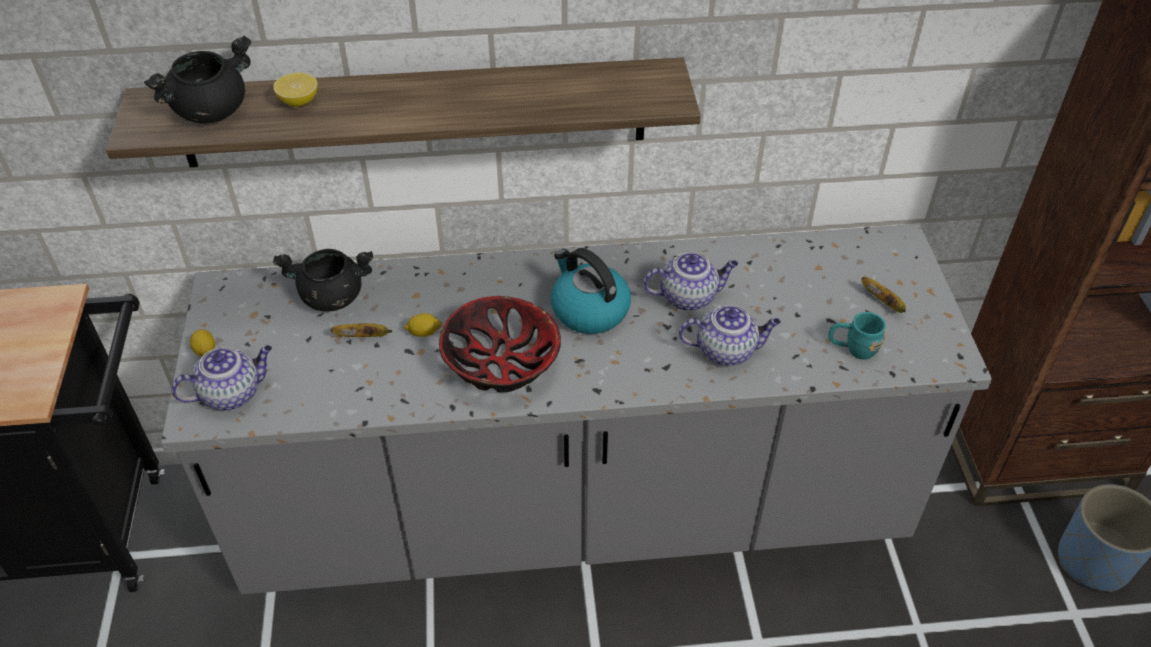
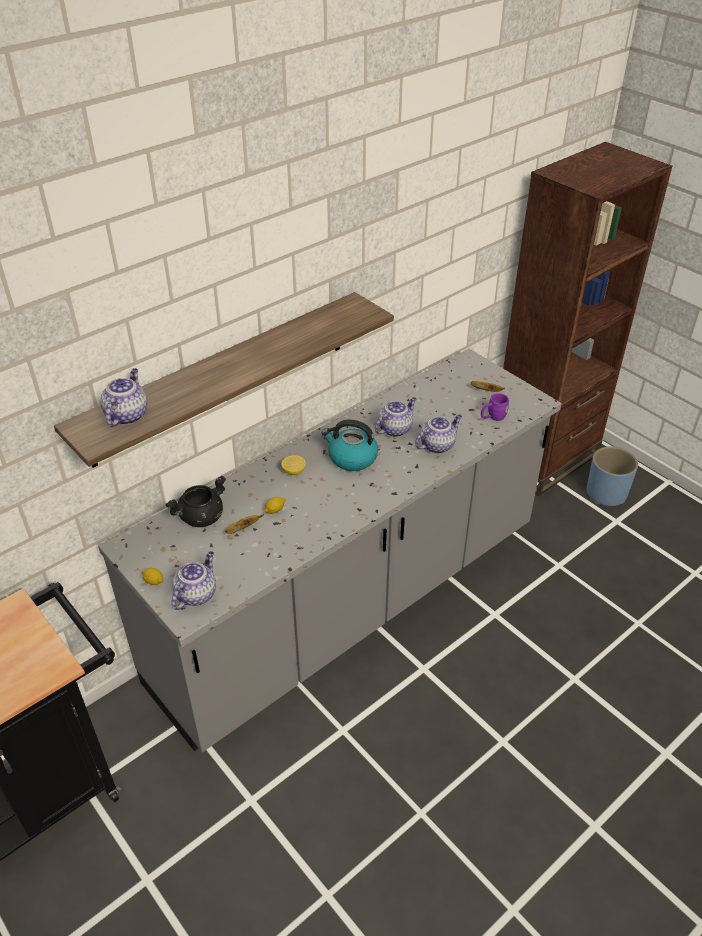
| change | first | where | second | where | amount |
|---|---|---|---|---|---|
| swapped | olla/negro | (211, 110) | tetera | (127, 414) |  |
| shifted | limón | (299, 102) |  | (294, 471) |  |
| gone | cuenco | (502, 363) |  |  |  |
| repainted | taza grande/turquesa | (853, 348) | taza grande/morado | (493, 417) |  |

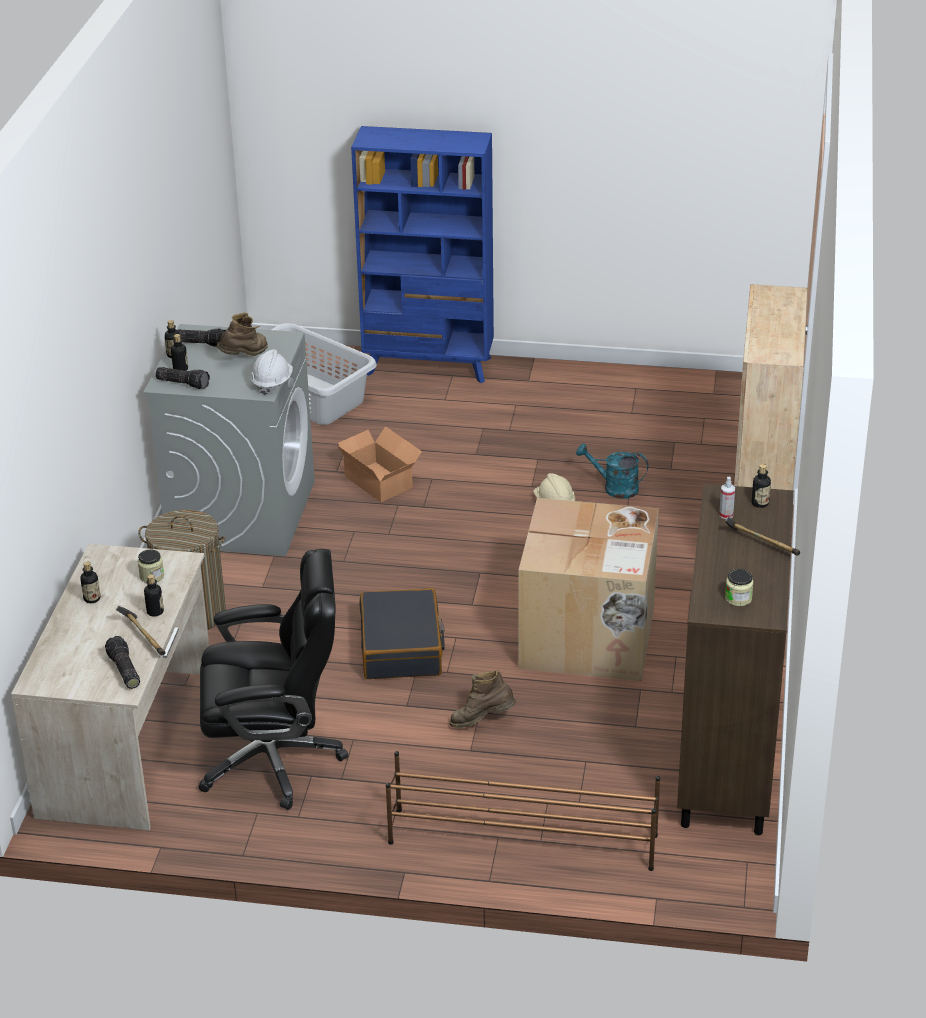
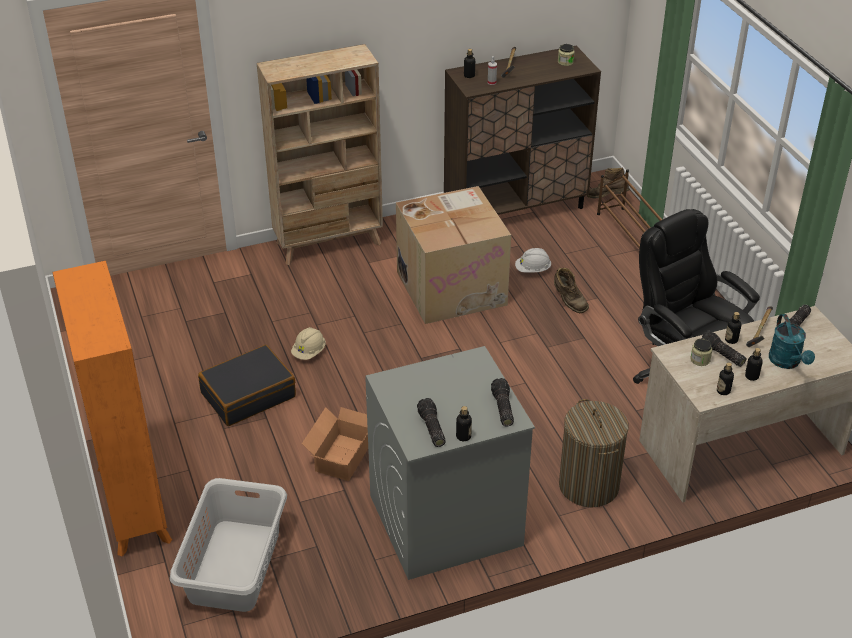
| change | first | where | second | where | amount |
|---|---|---|---|---|---|
| repainted | estantería/azul | (429, 366) | estantería/naranja | (134, 503) |  |
| shifted | bota/marrón | (245, 357) |  | (607, 198) |  |
| shifted | botella | (180, 369) |  | (723, 391) |  |
| shifted | casco/blanco | (272, 383) |  | (532, 270) |  |
| shifted | regadera/turquesa | (614, 488) |  | (787, 362) |  |
| shifted | maleta/negro | (402, 647) |  | (248, 394) |  |
| new |  |  | linterna | (721, 354) |  |

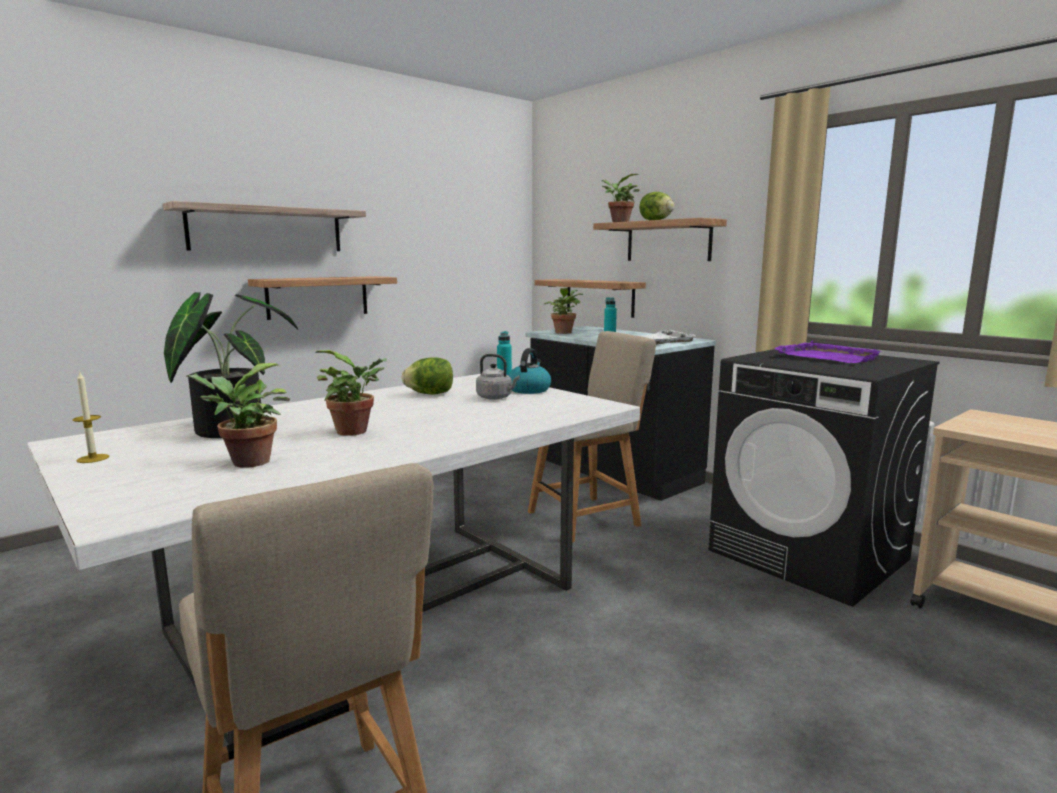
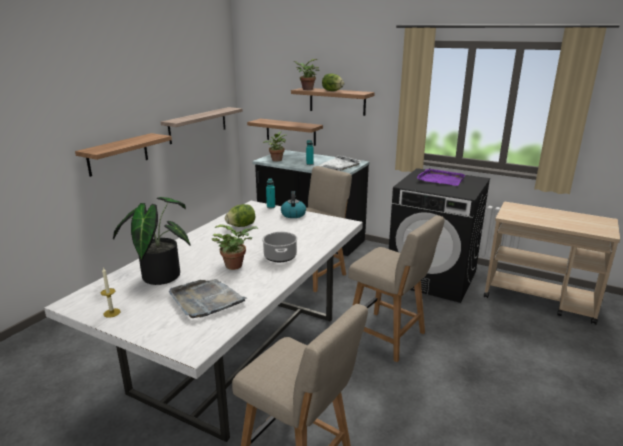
| change | first | where | second | where | amount |
|---|---|---|---|---|---|
| shifted | estante | (267, 229) |  | (198, 125) |  |
| gone | hervidor/gris | (496, 398) |  |  |  |
| swapped | planta en maceta | (245, 463) | bandeja/gris | (206, 300) |  |
| new |  |  | silla/beis | (389, 337) |  |
| new |  |  | olla | (280, 257) |  |

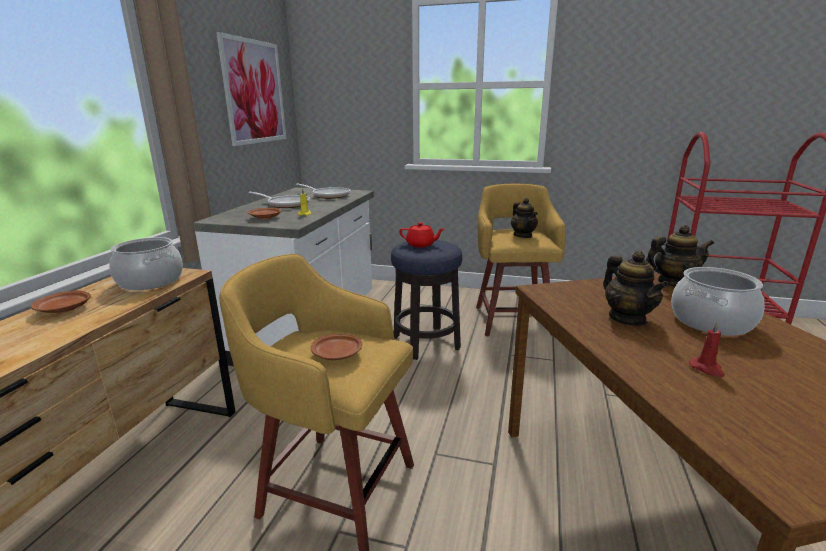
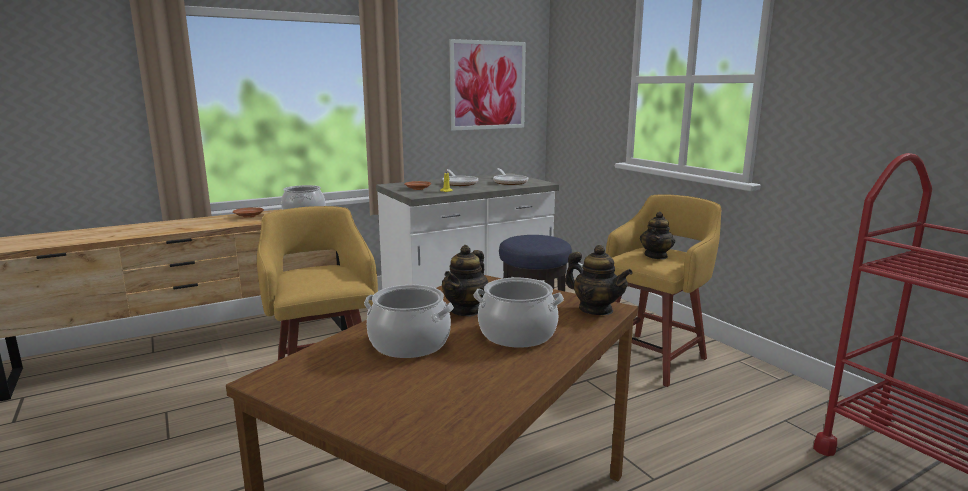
| change | first | where | second | where | amount |
|---|---|---|---|---|---|
| gone | tetera/rojo | (421, 245) |  |  |  |
| swapped | vela/rojo | (707, 369) | olla | (409, 344) |  |
| gone | plato/marrón | (338, 355) |  |  |  |

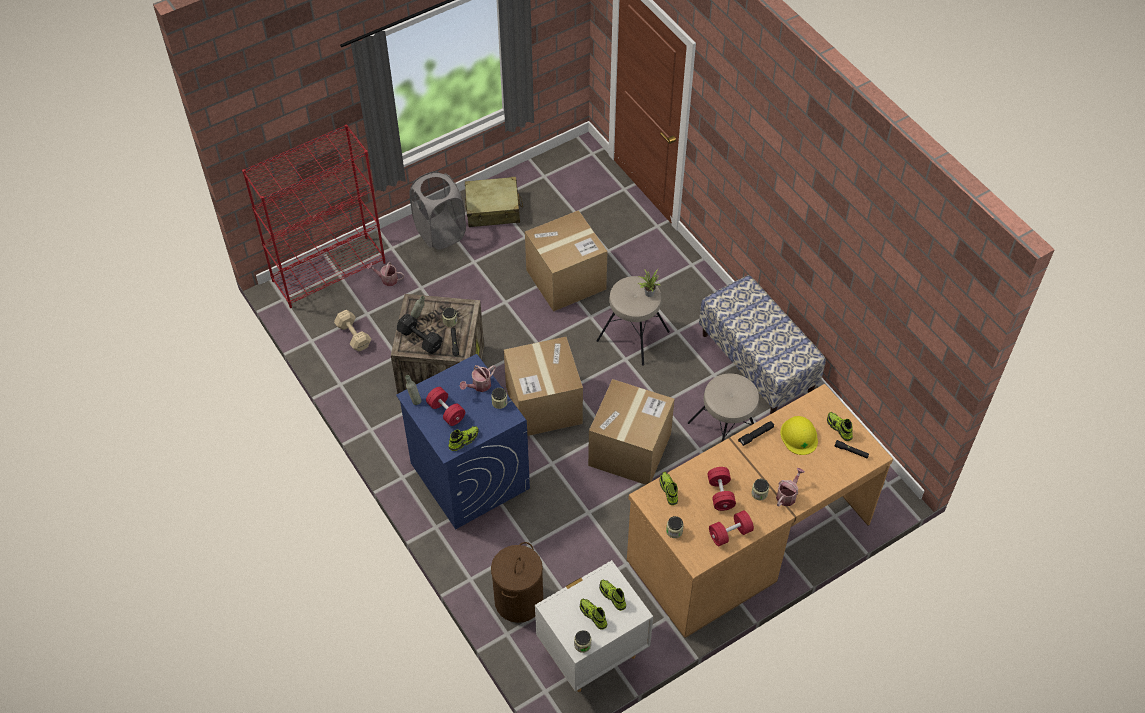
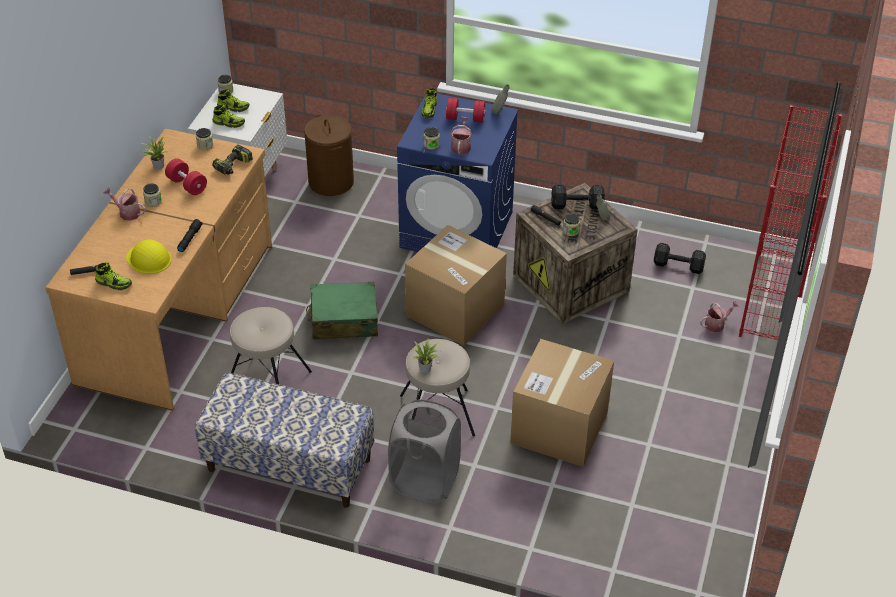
| change | first | where | second | where | amount |
|---|---|---|---|---|---|
| shifted | cesto de la ropa/gris | (440, 232) |  | (424, 480) |  |
| gone | maleta/beis | (493, 209) |  |  |  |
| repainted | mancuerna/beis | (353, 335) | mancuerna/negro | (679, 266) |  |
| swapped | caja de cartón | (629, 450) | maleta/verde | (343, 320) |  |
| rotated | regadera | (787, 495) |  | (127, 212) | 120 degrees clockwise |
| swapped | zapato | (668, 490) | taladro | (233, 166) |  |
| swapped | mancuerna/rojo | (730, 533) | planta en maceta | (157, 165) |  |

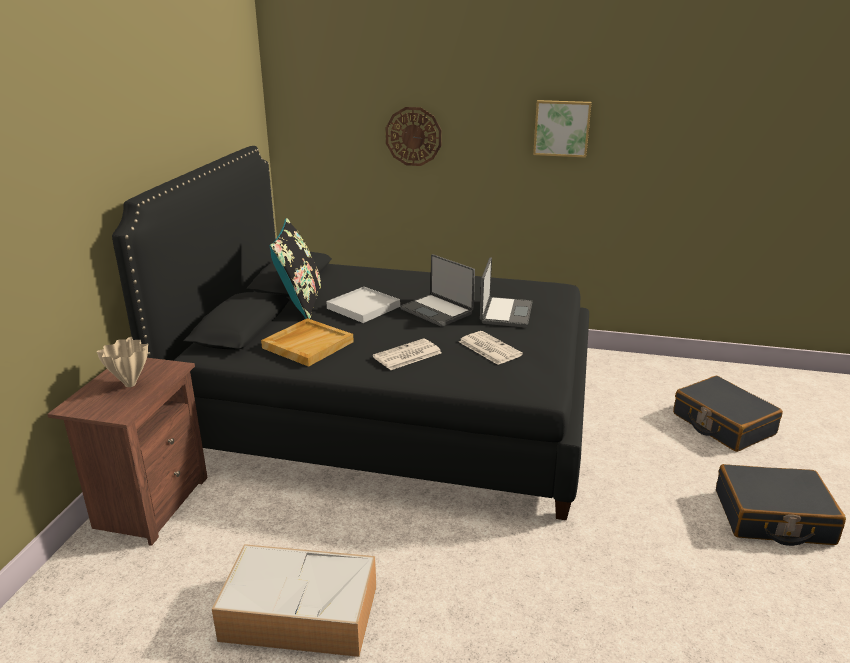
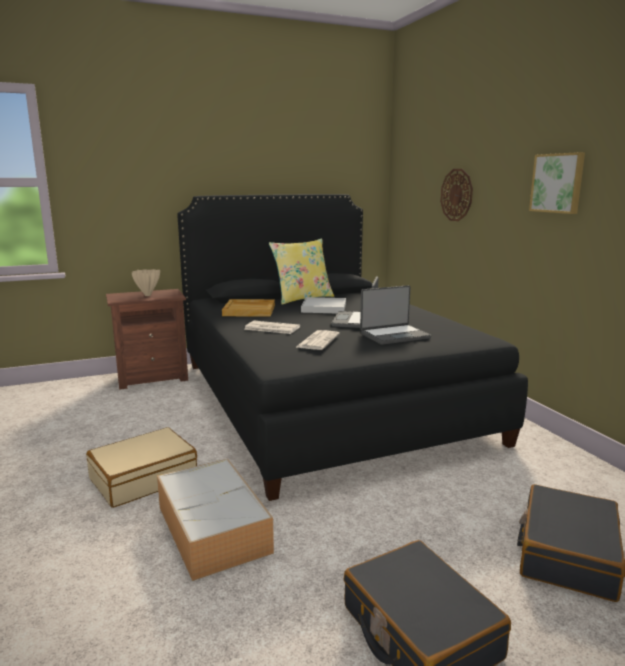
| change | first | where | second | where | amount |
|---|---|---|---|---|---|
| repainted | cojín/negro | (300, 304) | cojín/amarillo | (302, 298) |  |
| shifted | caja de almacenaje | (302, 613) |  | (214, 530) |  |
| new |  |  | maleta/beis | (143, 478) |  |

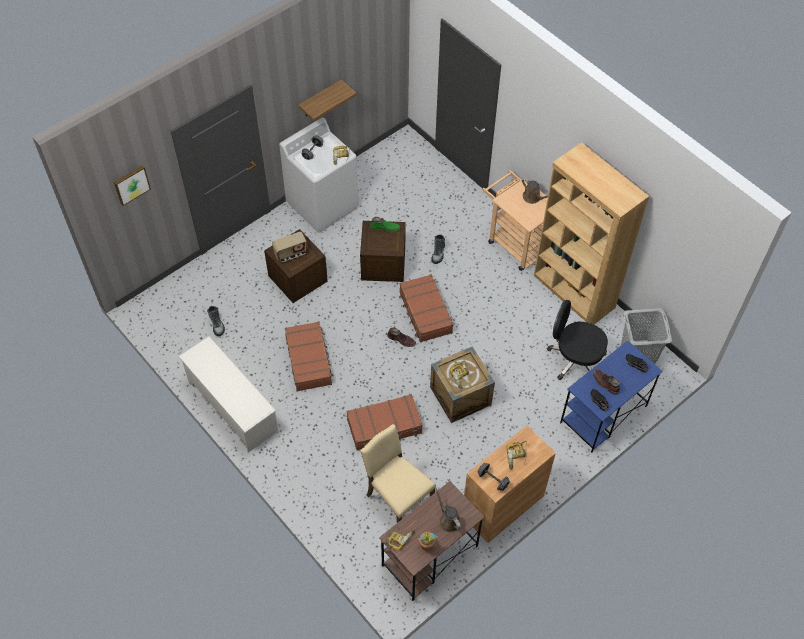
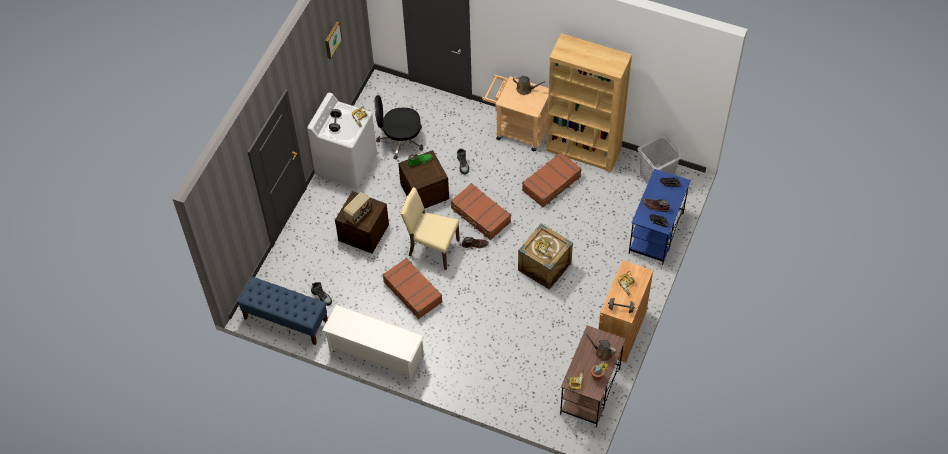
| change | first | where | second | where | amount |
|---|---|---|---|---|---|
| gone | estante | (320, 99) |  |  |  |
| shifted | cuadro | (131, 184) |  | (332, 39) |  |
| shifted | silla de oficina/negro | (574, 359) |  | (400, 140) |  |
| shifted | maleta/marrón | (384, 427) |  | (552, 183) |  |
| shifted | silla/beis | (397, 499) |  | (432, 248) |  |
| new |  |  | banco/azul | (285, 320) |  |

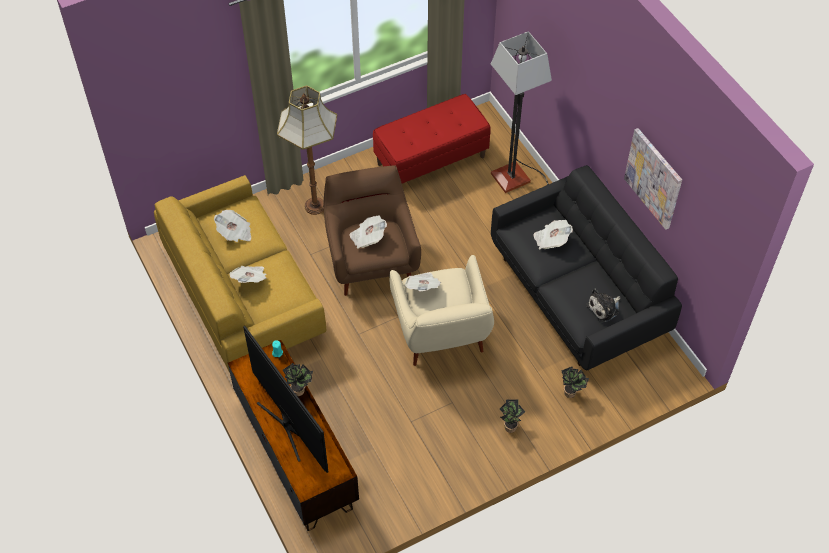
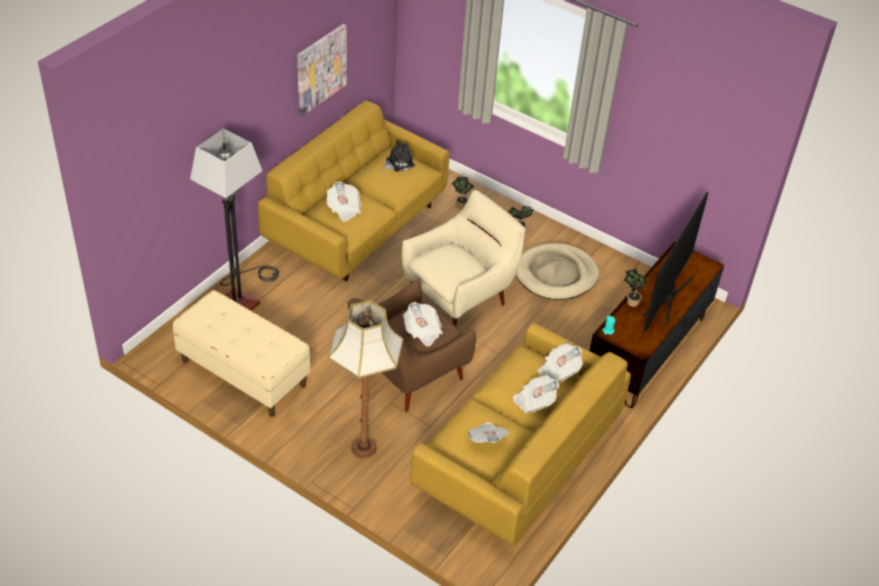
| change | first | where | second | where | amount |
|---|---|---|---|---|---|
| repainted | banco/rojo | (431, 160) | banco/beis | (243, 373) |  |
| repainted | sofá/negro | (577, 294) | sofá/amarillo | (356, 225) |  |
| shifted | periódico | (423, 287) |  | (558, 371) |  |
| rotated | peluche | (604, 308) |  | (398, 163) | 60 degrees counterclockwise |
| new |  |  | cama para perro/beis | (556, 275) |  |

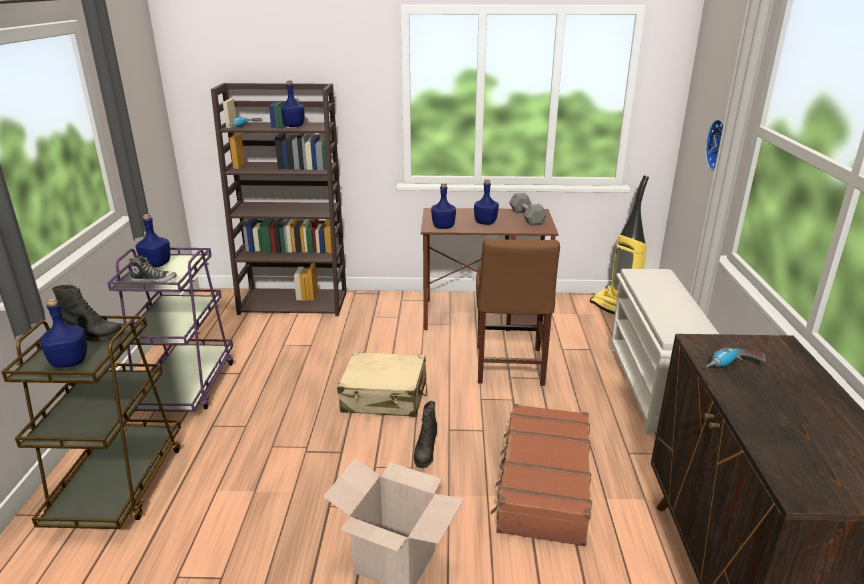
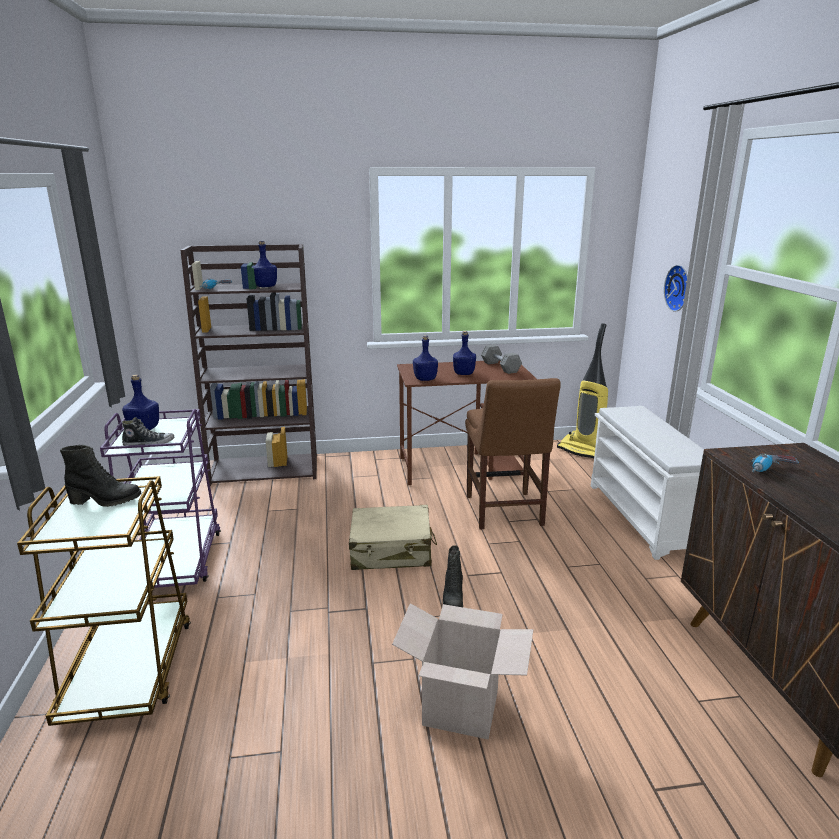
| change | first | where | second | where | amount |
|---|---|---|---|---|---|
| gone | botella/azul | (69, 362) |  |  |  |
| gone | maleta/marrón | (543, 484) |  |  |  |

